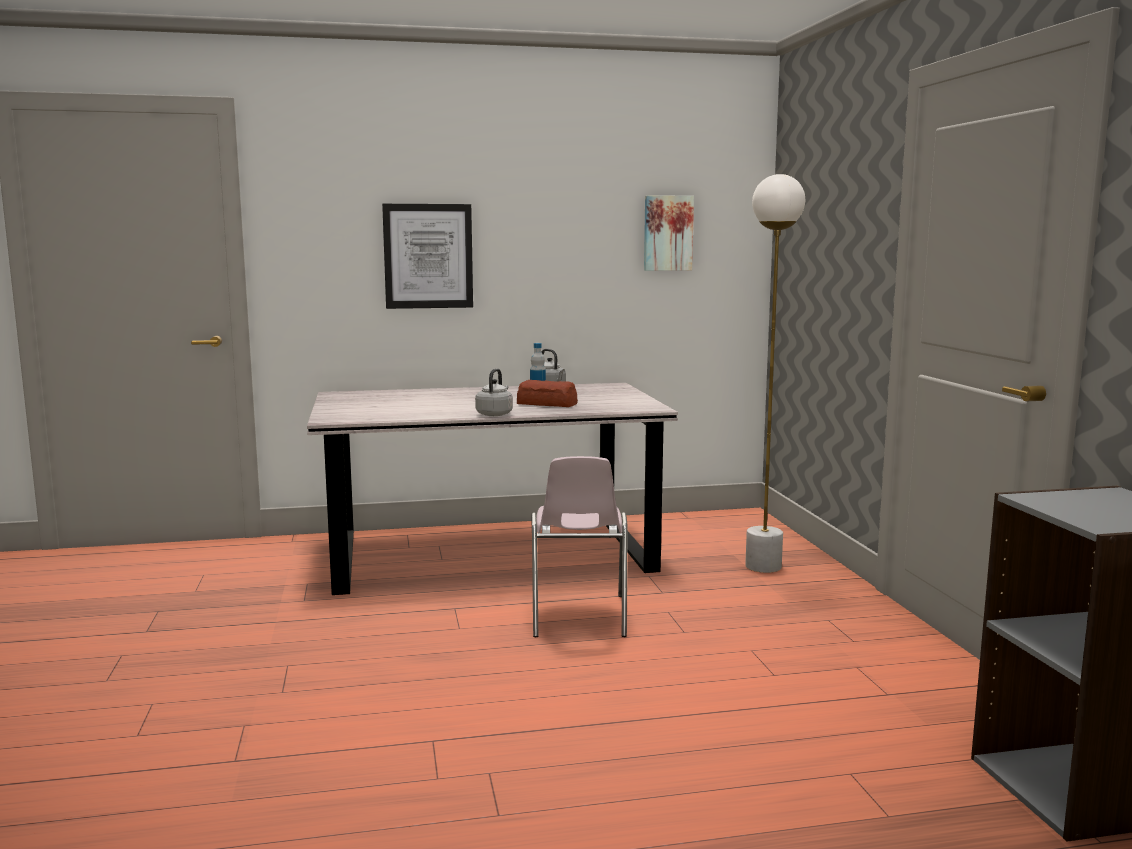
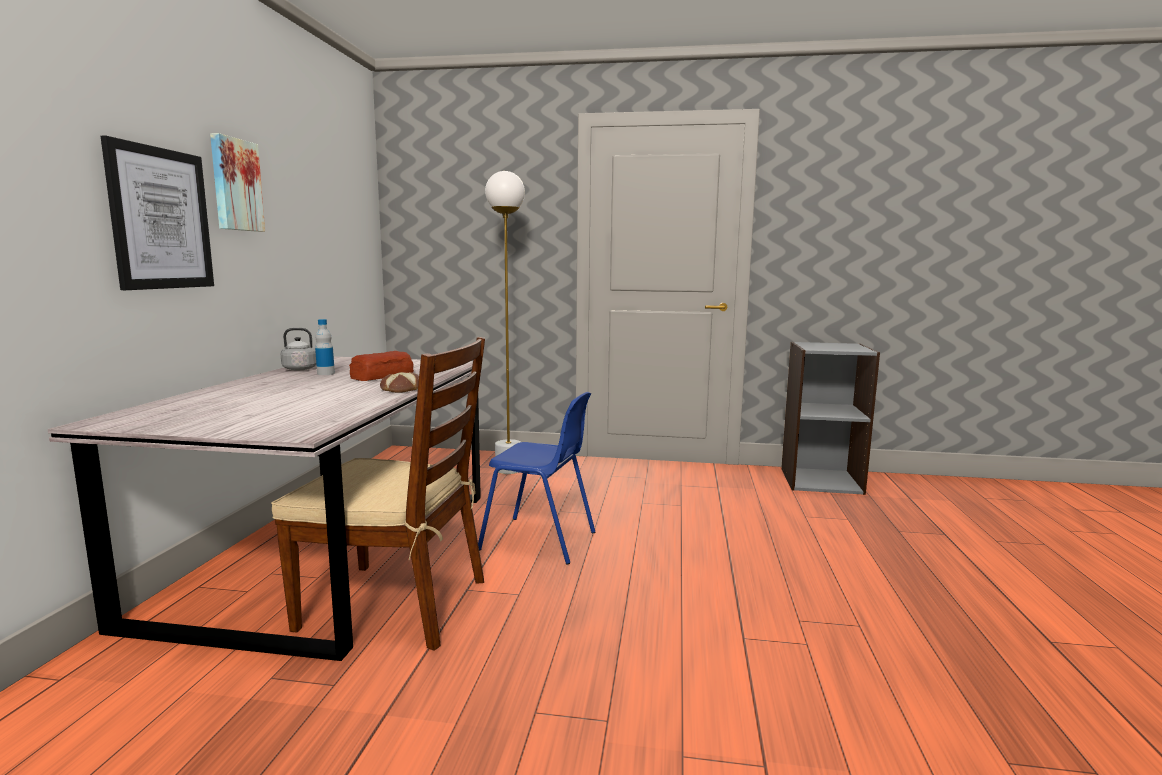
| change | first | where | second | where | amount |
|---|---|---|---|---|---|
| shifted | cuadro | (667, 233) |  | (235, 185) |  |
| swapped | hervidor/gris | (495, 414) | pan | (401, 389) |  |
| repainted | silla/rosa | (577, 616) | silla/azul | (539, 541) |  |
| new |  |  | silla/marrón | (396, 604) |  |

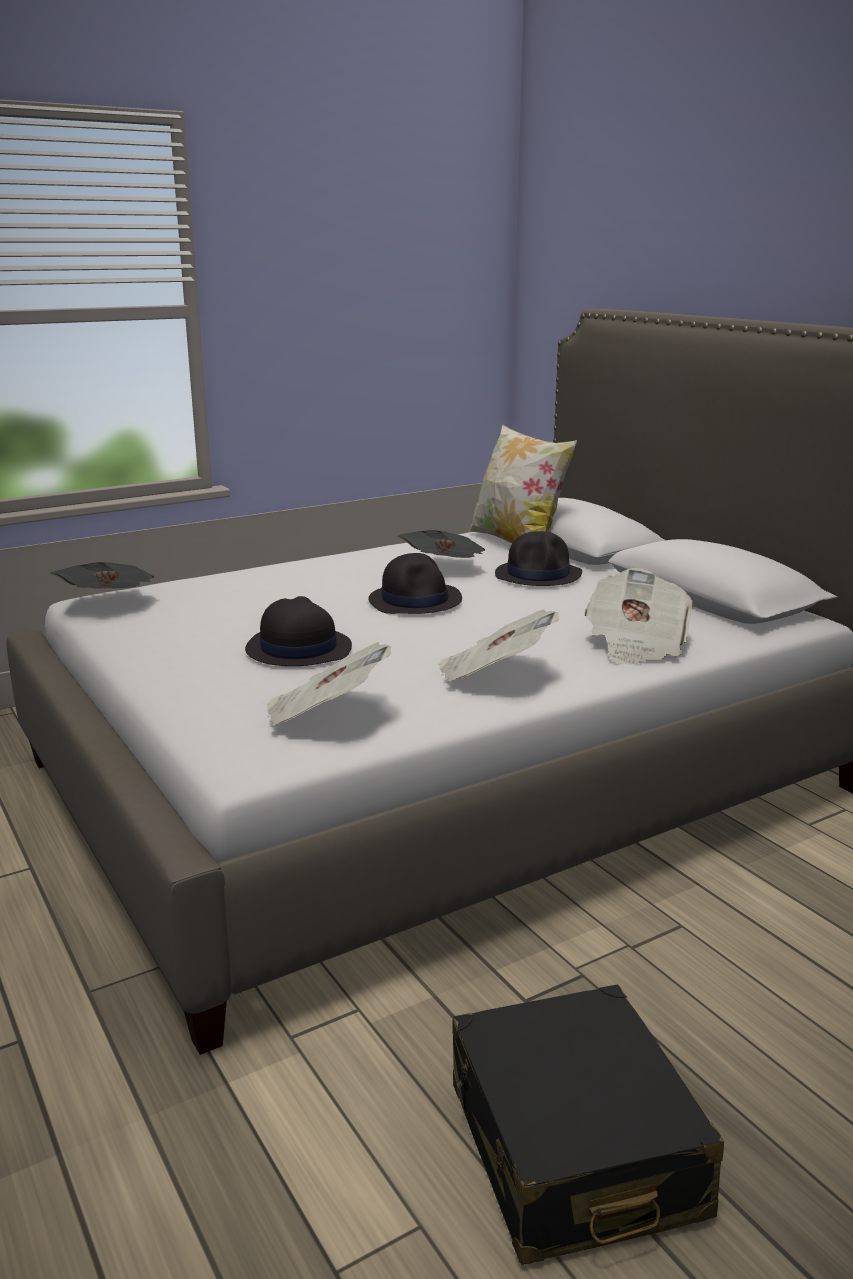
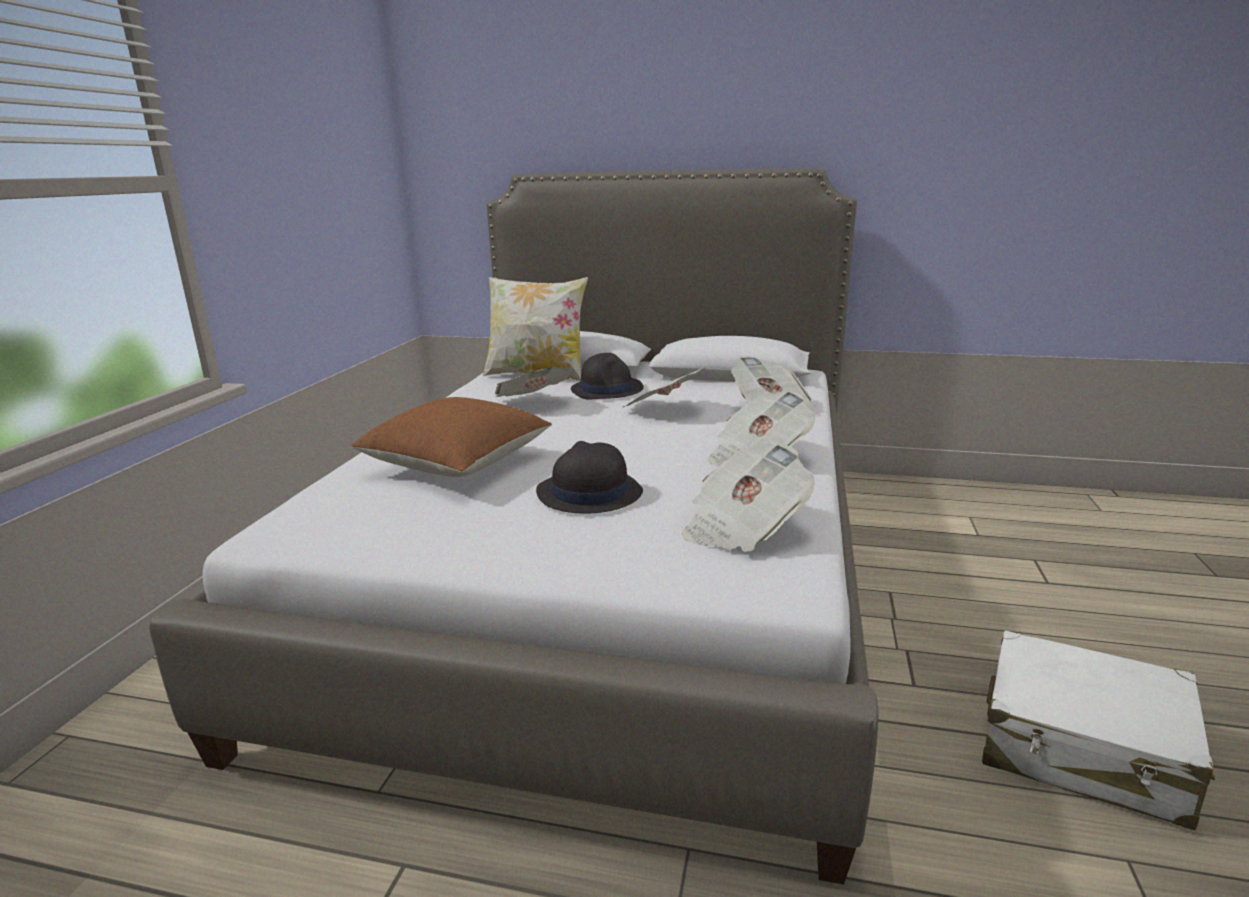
| change | first | where | second | where | amount |
|---|---|---|---|---|---|
| gone | sombrero/negro | (415, 600) |  |  |  |
| shifted | periódico | (109, 602) |  | (663, 410) |  |
| repainted | maleta/negro | (573, 1150) | maleta/blanco | (1082, 749) |  |
| new |  |  | cojín/marrón | (457, 464) |  |

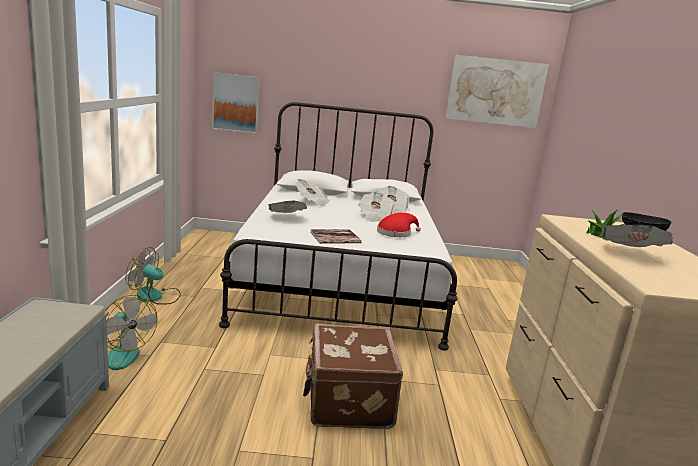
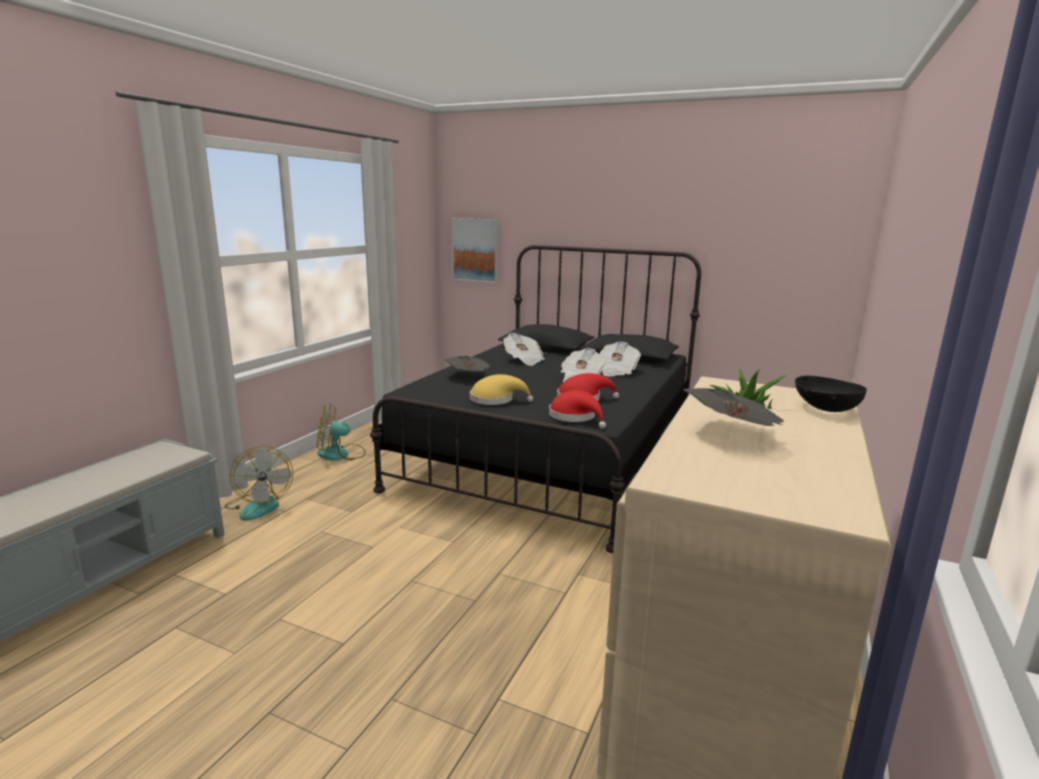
| change | first | where | second | where | amount |
|---|---|---|---|---|---|
| gone | cuadro | (495, 91) |  |  |  |
| repainted | cama/blanco | (339, 281) | cama/negro | (551, 456) |  |
| swapped | libro | (335, 237) | sombrero/amarillo | (495, 400) |  |
| rotated | ventilador | (155, 297) |  | (341, 454) | 45 degrees counterclockwise |
| gone | maleta/marrón | (347, 401) |  |  |  |
| new |  |  | sombrero/rojo | (575, 417) |  |

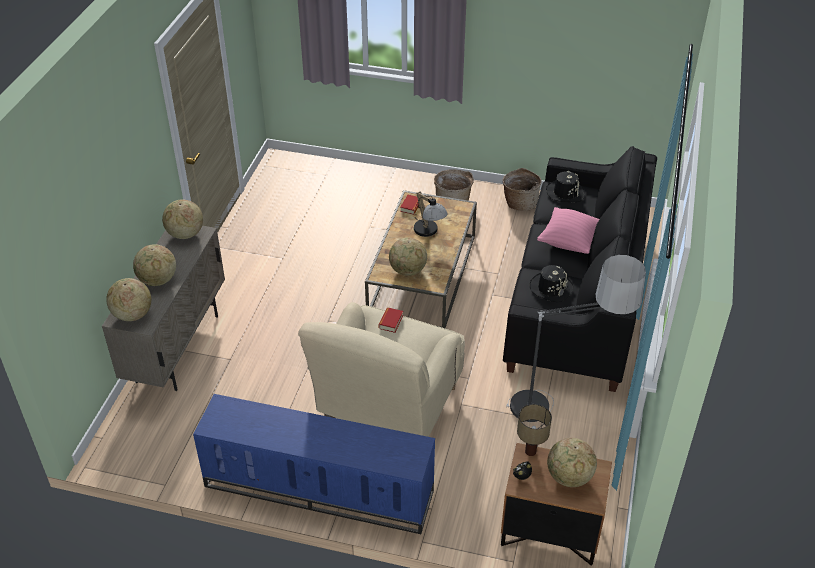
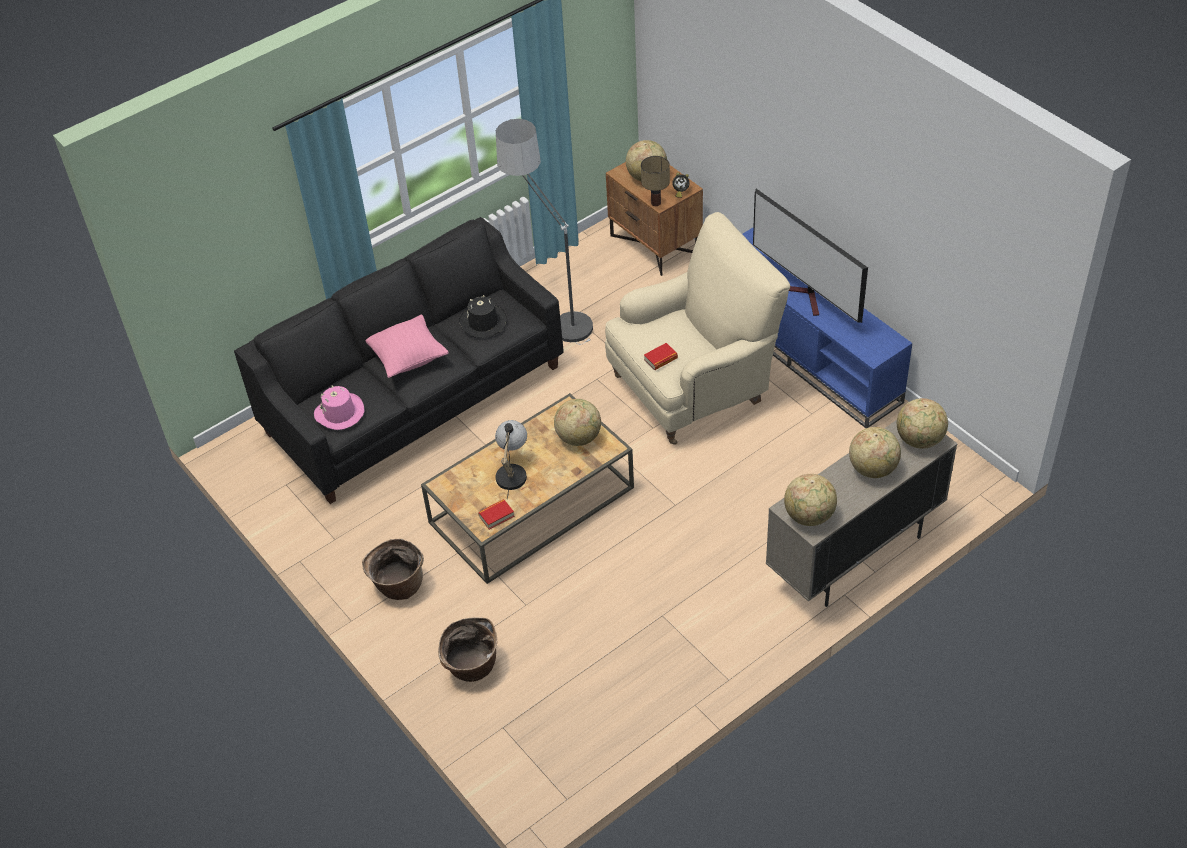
| change | first | where | second | where | amount |
|---|---|---|---|---|---|
| shifted | cesta | (519, 203) |  | (471, 668) |  |
| repainted | sombrero/negro | (565, 192) | sombrero/rosa | (339, 413) |  |
| new |  |  | televisor | (806, 297) |  |

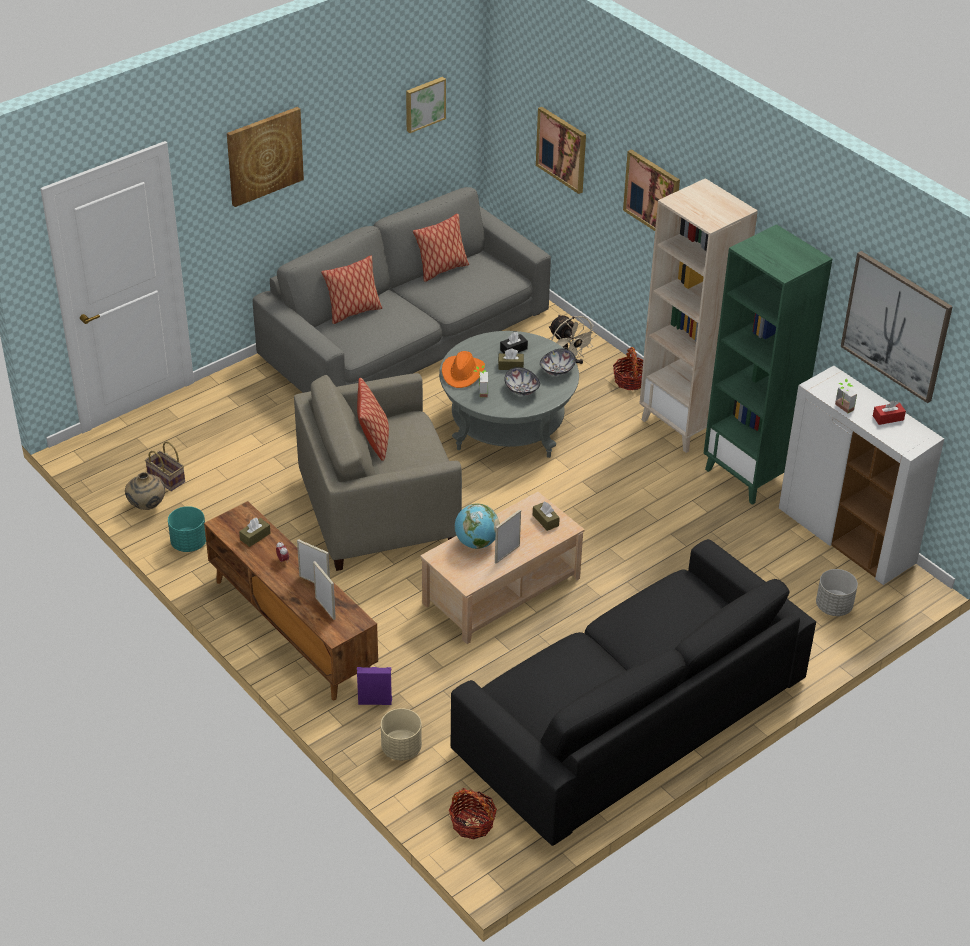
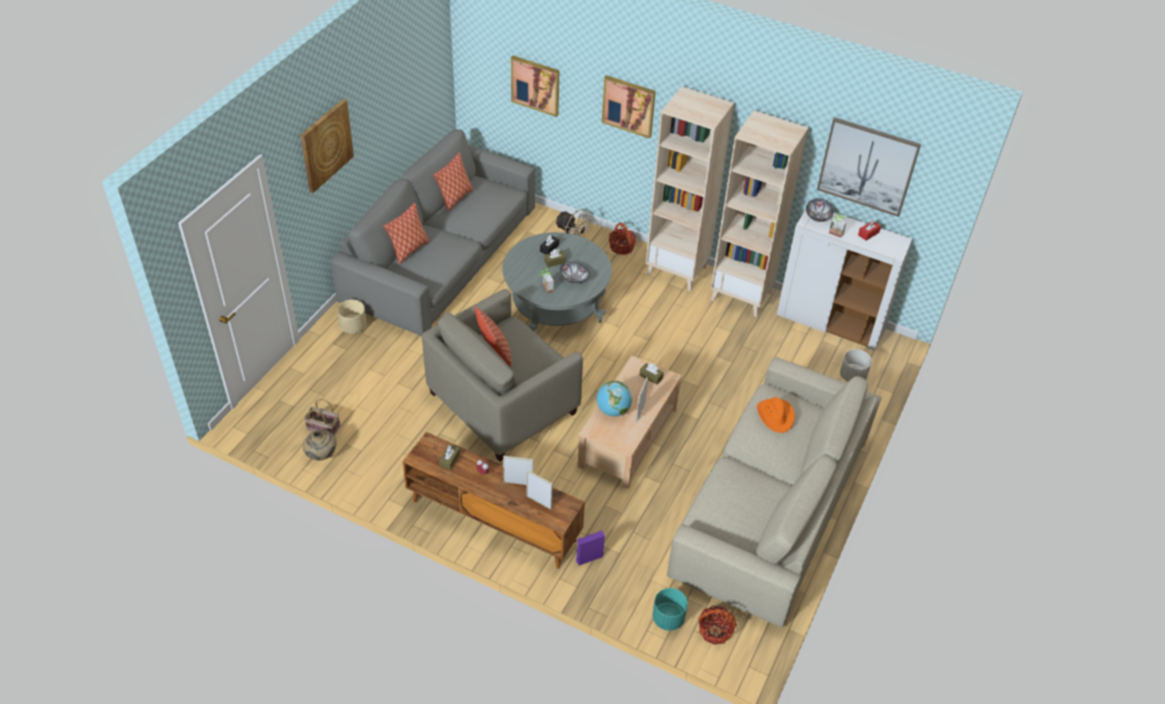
| change | first | where | second | where | amount |
|---|---|---|---|---|---|
| gone | cuadro | (424, 103) |  |  |  |
| repainted | estantería/verde | (749, 475) | estantería/beis | (742, 296) |  |
| shifted | cuenco | (556, 370) |  | (817, 217) |  |
| shifted | sombrero/naranja | (463, 373) |  | (775, 416) |  |
| shifted | maceta/turquesa | (188, 543) |  | (667, 618) |  |
| repainted | sofá/negro | (629, 714) | sofá/beis | (770, 504) |  |
| shifted | maceta/beis | (401, 749) |  | (353, 327) |  |

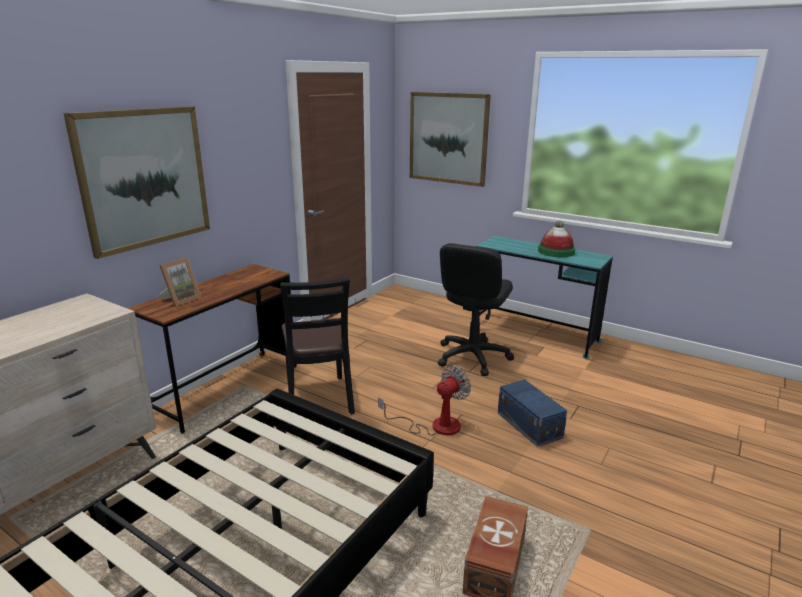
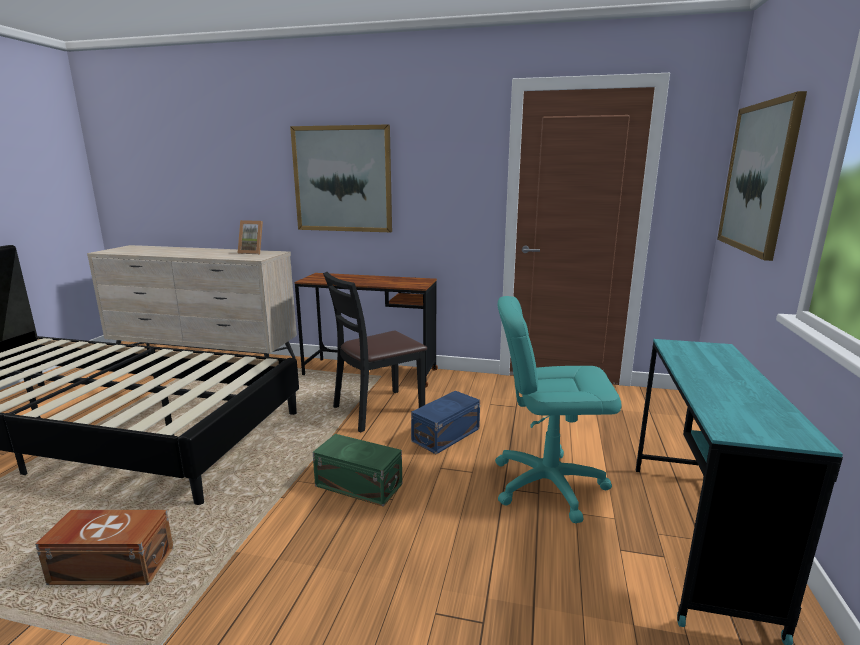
| change | first | where | second | where | amount |
|---|---|---|---|---|---|
| gone | sombrero | (556, 251) |  |  |  |
| repainted | silla de oficina/negro | (472, 357) | silla de oficina/turquesa | (548, 484) |  |
| shifted | portarretratos | (181, 299) |  | (253, 252) |  |
| swapped | ventilador | (435, 426) | caja de almacenaje/verde | (358, 484) |  |
| shifted | caja de almacenaje/azul | (529, 424) |  | (447, 435) |  |

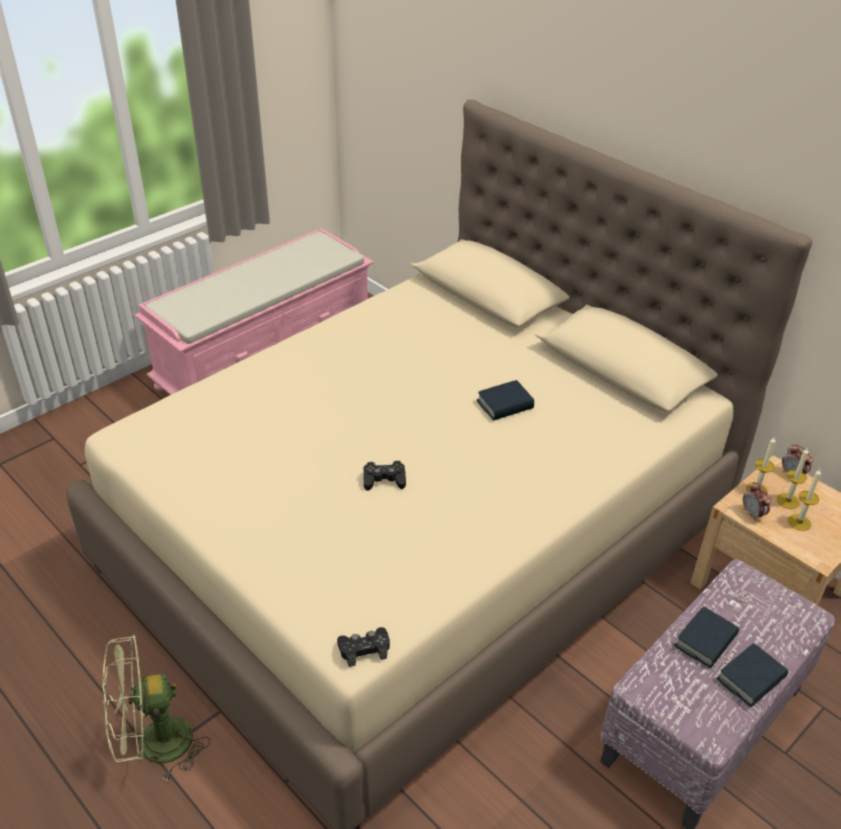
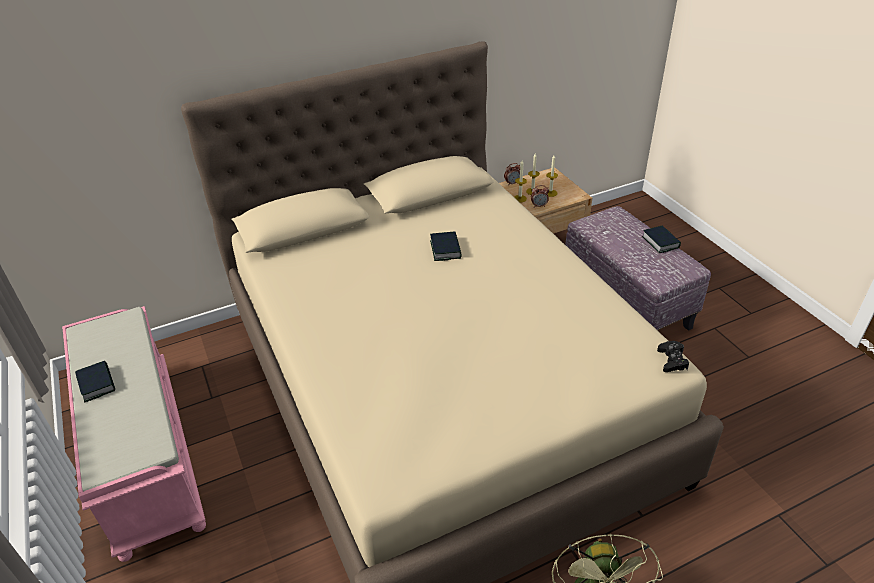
| change | first | where | second | where | amount |
|---|---|---|---|---|---|
| gone | mando de consola/negro | (384, 480) |  |  |  |
| shifted | libro | (705, 641) |  | (97, 384) |  |

